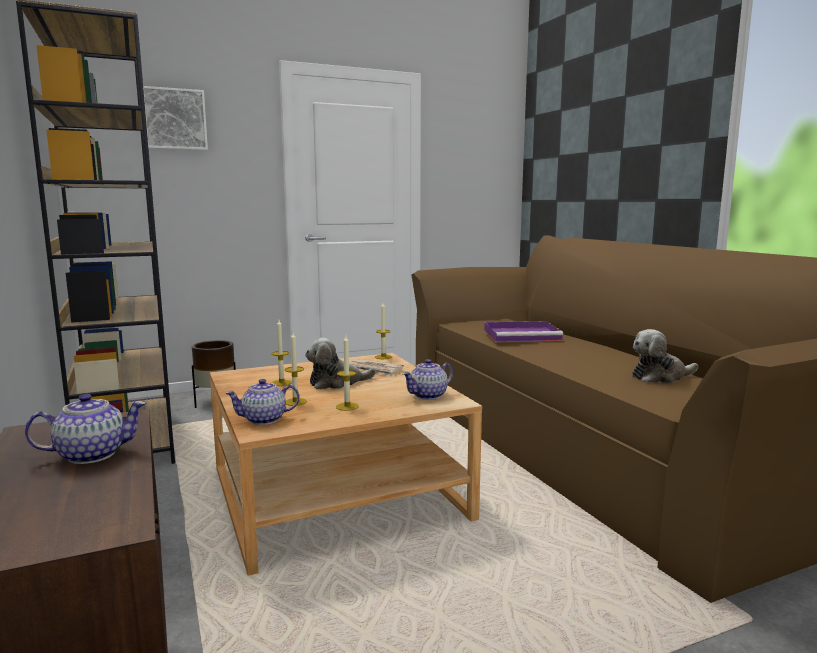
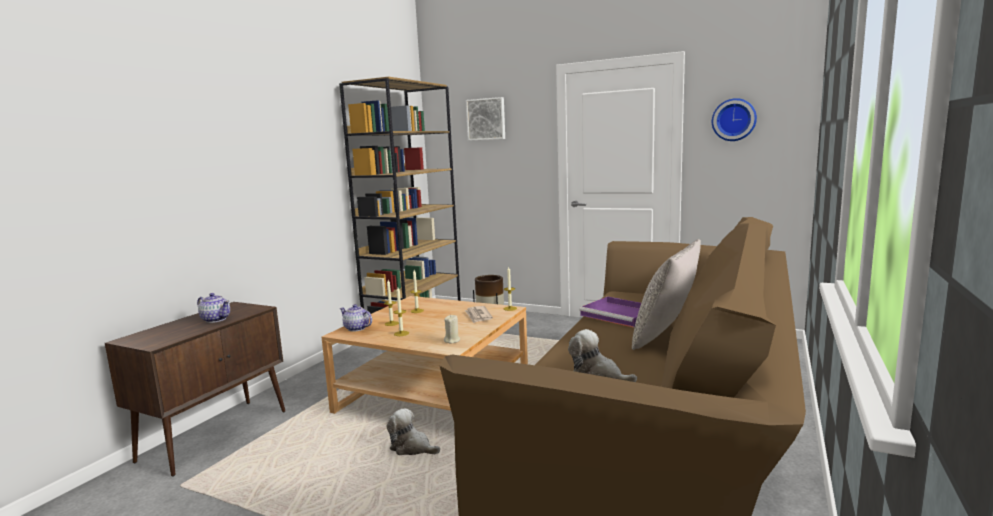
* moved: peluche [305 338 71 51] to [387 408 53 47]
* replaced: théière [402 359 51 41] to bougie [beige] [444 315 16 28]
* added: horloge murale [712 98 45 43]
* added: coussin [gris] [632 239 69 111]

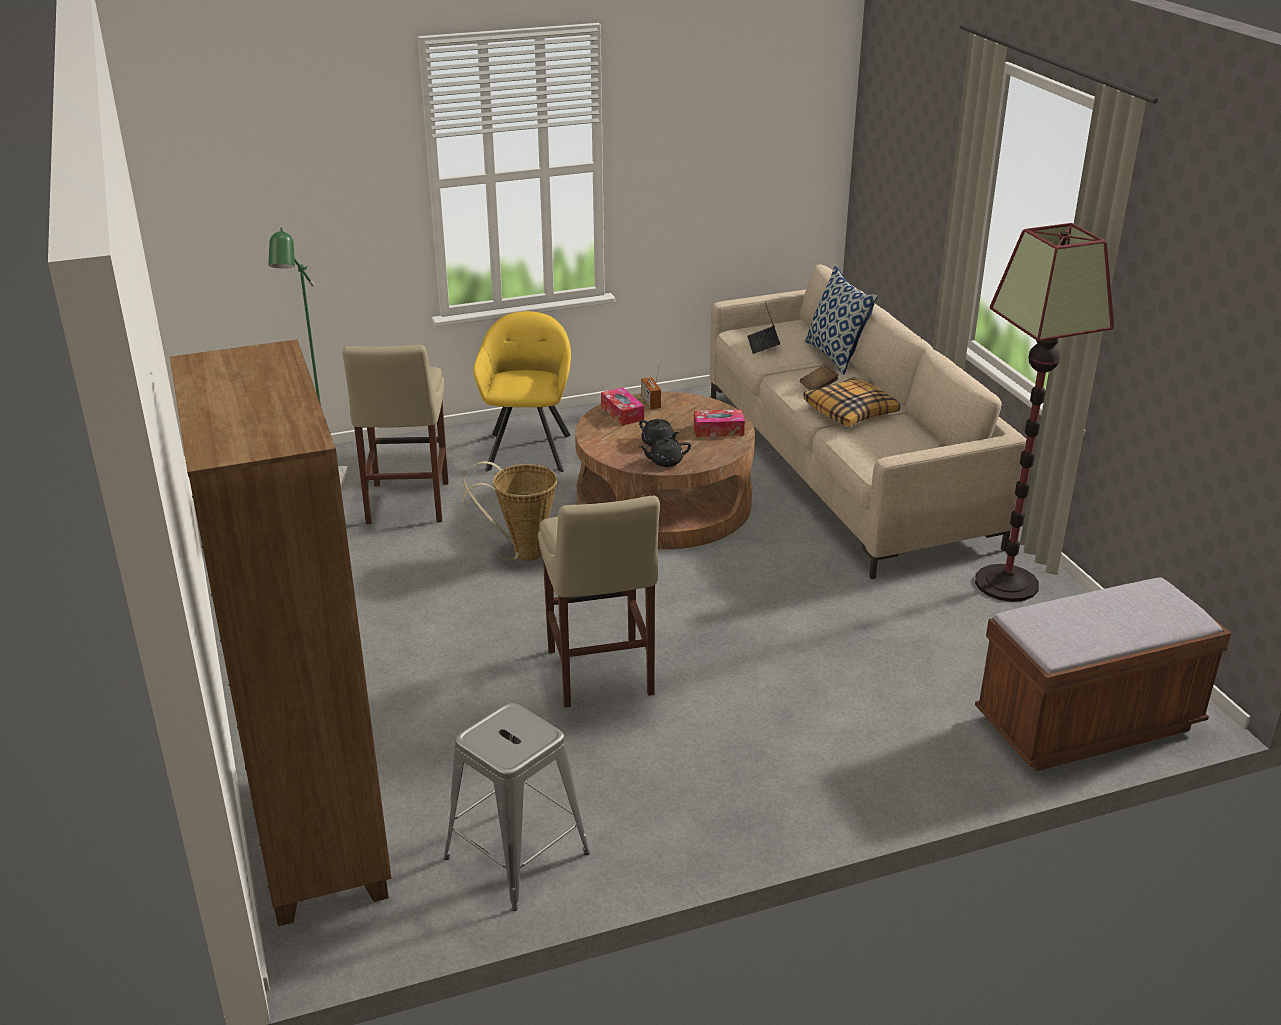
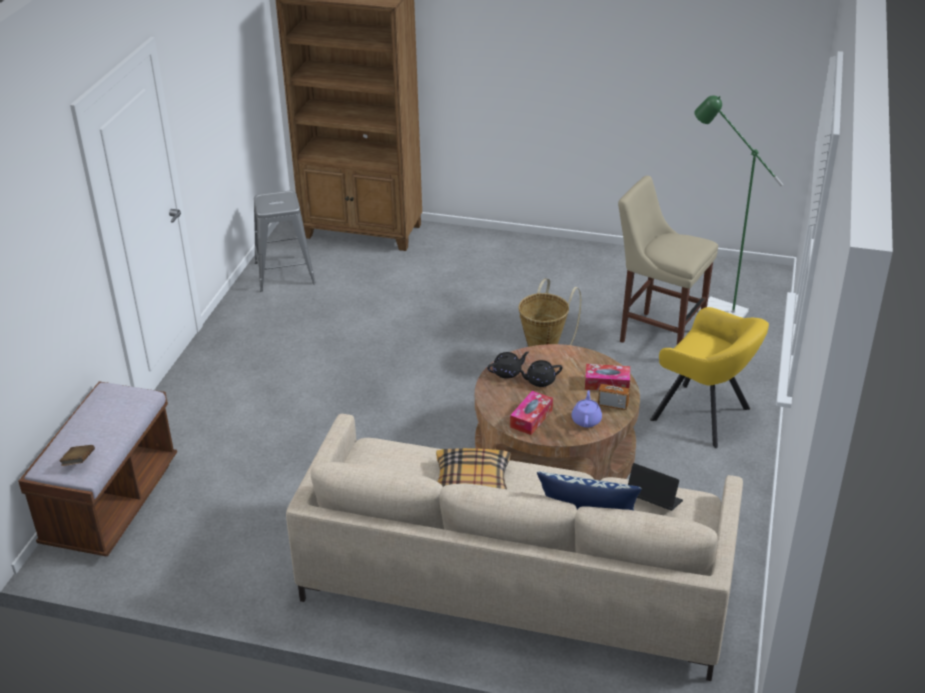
* removed: lampadaire [975 223 139 379]
* moved: livre [marron] [800 364 39 26] to [59 445 36 21]
* turned: théière [noir] [639 437 52 30] = [487 352 42 27] 45 degrees clockwise
* removed: tabouret [beige] [538 496 122 212]
* added: théière [violet] [572 390 30 37]

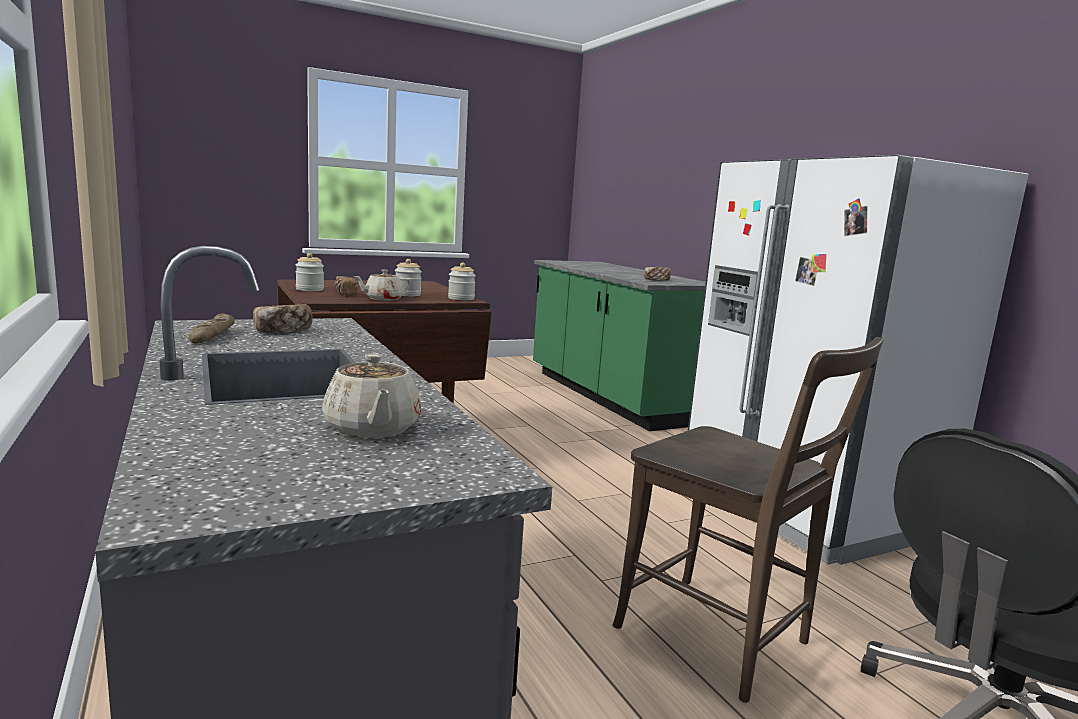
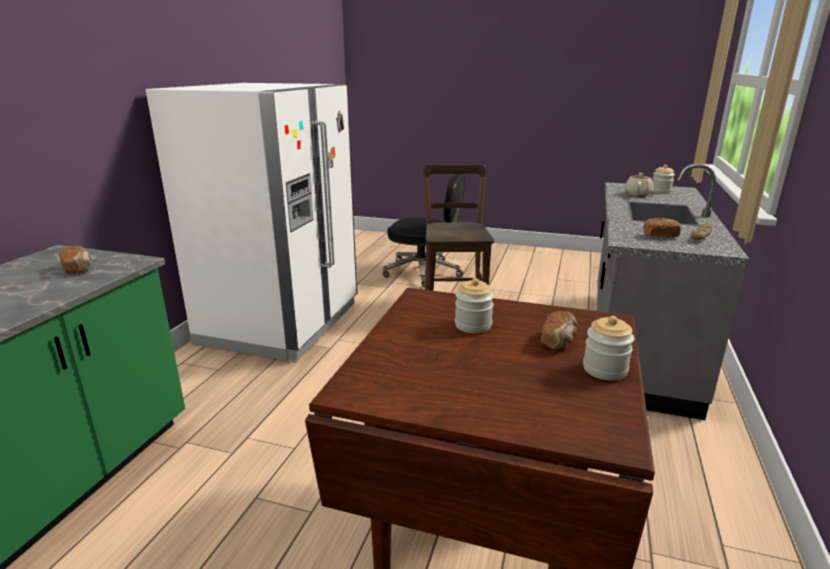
* moved: bocal [448 262 28 38] to [652 165 23 29]
* removed: théière [beige] [354 270 57 31]

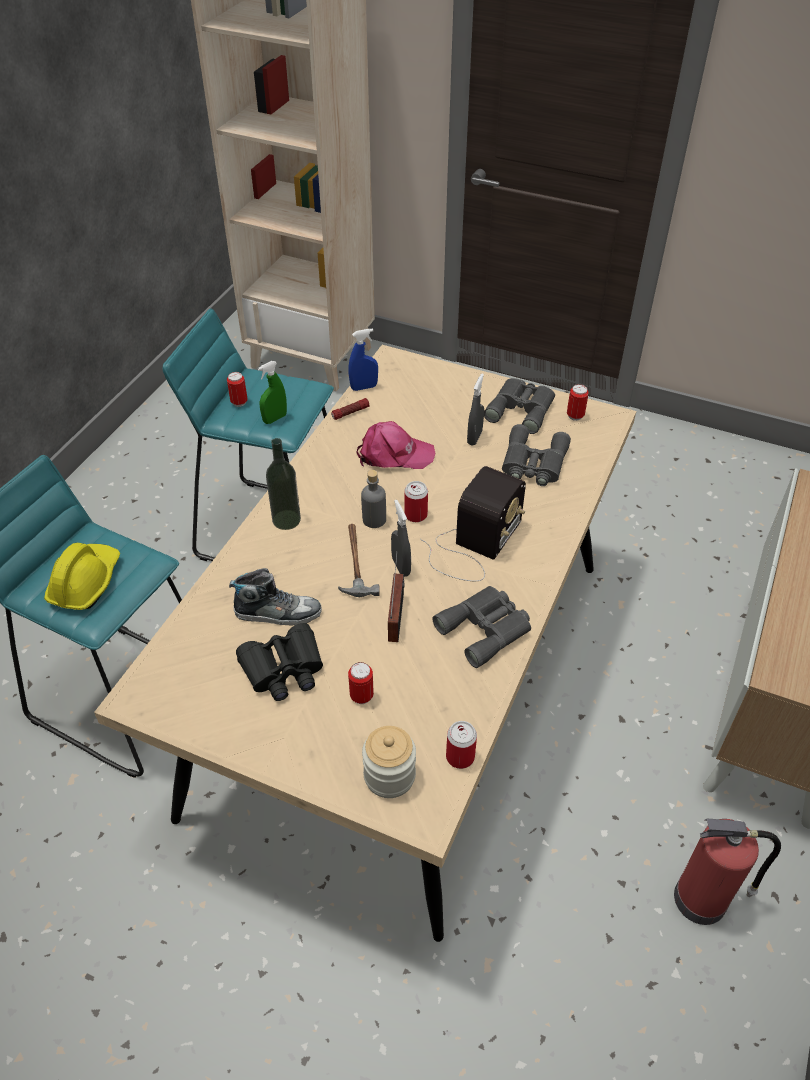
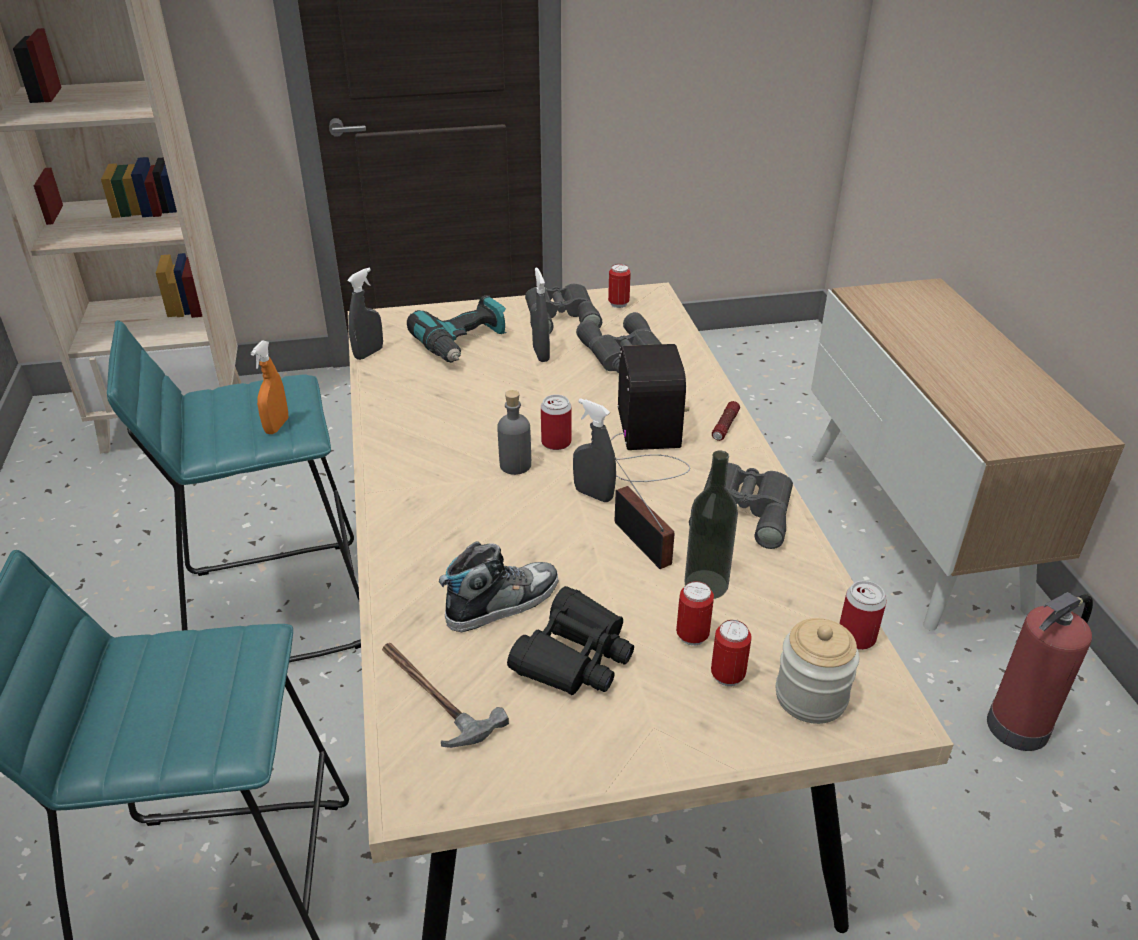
* recoloured: vaporisateur [bleu] [348 328 30 63] to vaporisateur [gris] [347 267 36 93]
* recoloured: vaporisateur [vert] [258 361 29 63] to vaporisateur [orange] [251 341 37 93]
* moved: boîte métallique [227 372 21 35] to [711 620 41 66]
* moved: lampe de poche [331 398 38 22] to [712 401 28 40]
* removed: casquette [rose] [356 421 80 48]
* moved: bouteille [266 438 35 92] to [684 450 54 149]
* moved: marteau [338 524 42 73] to [382 643 127 105]
* removed: casque de chantier [jaune] [44 543 76 67]
* added: perceuse [407 295 99 68]

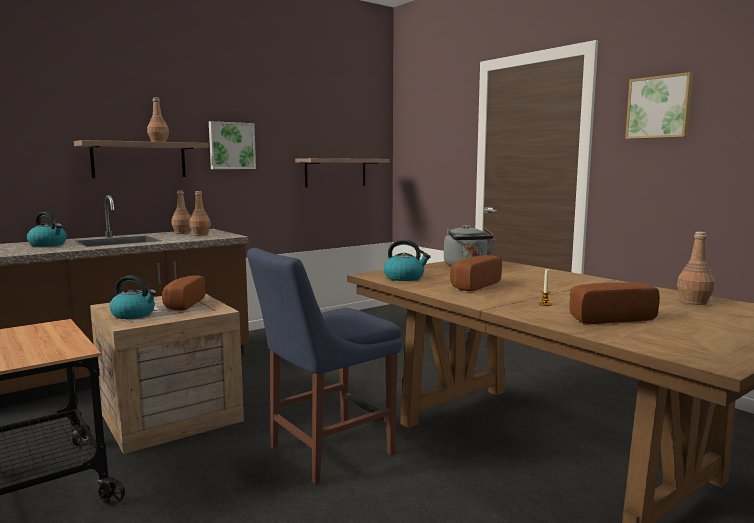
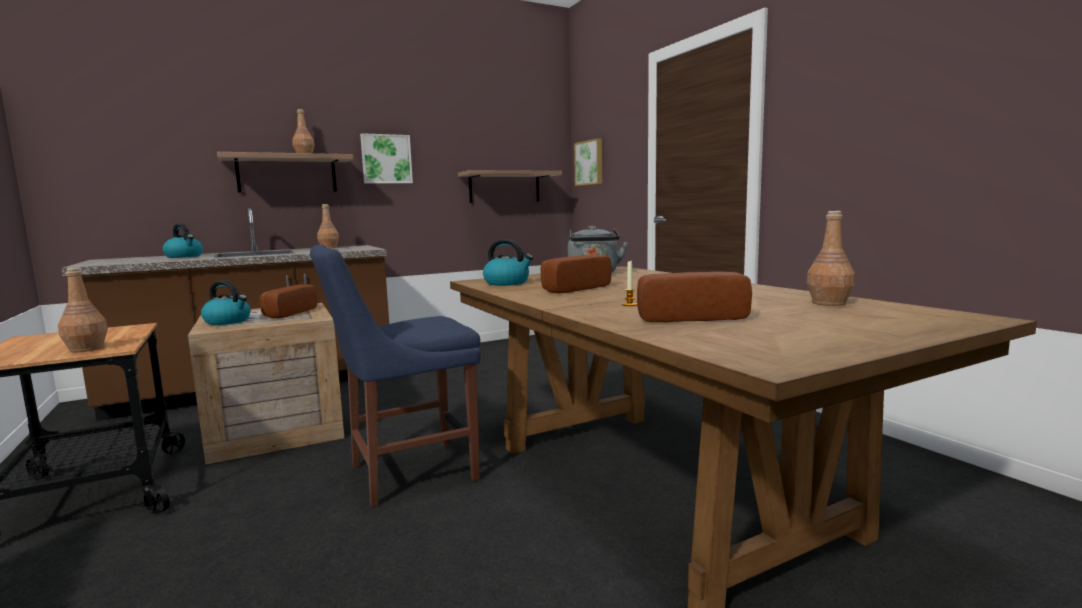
* moved: tableau [625 72 68 67] to [574 138 28 48]
* moved: bouteille [marron] [189 191 22 45] to [58 268 50 84]

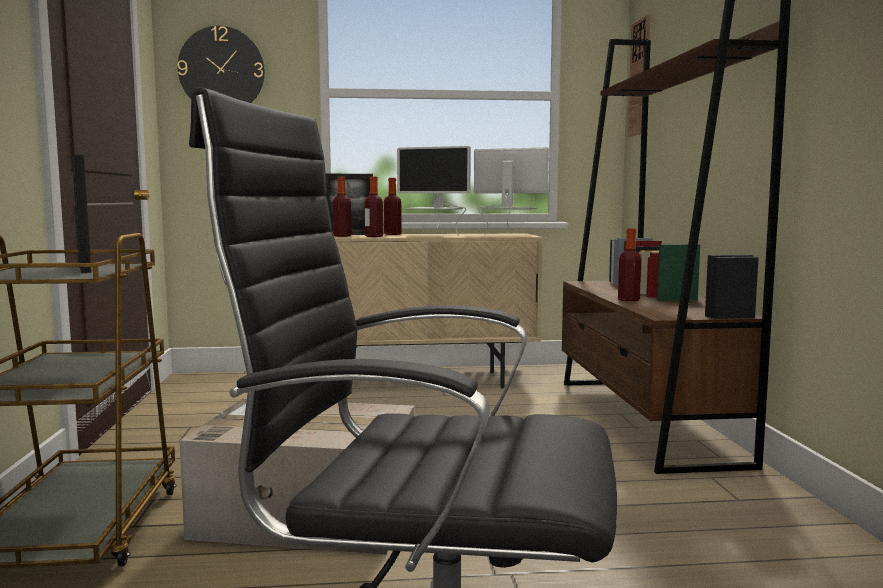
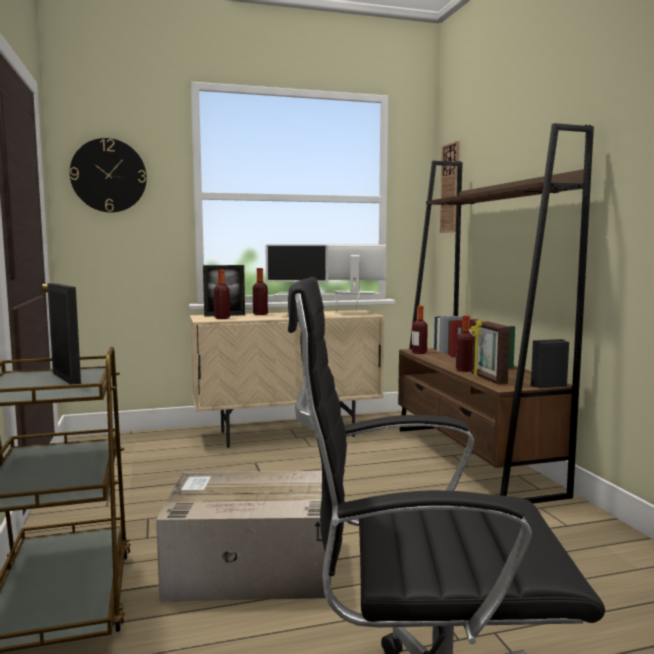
* moved: bouteille [365 176 19 61] to [412 306 16 48]
* added: cadre photo [471 320 39 65]

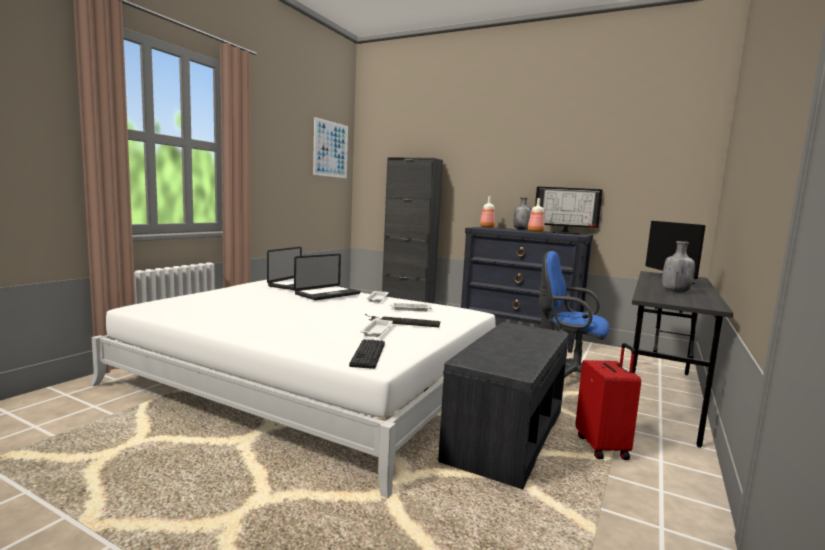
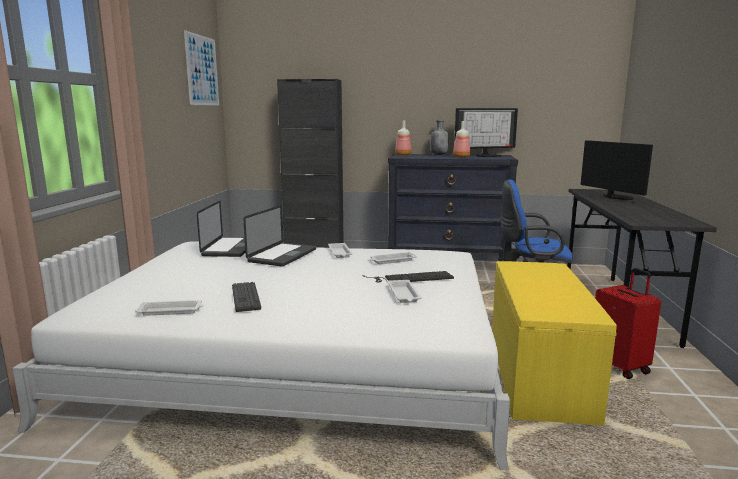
* removed: bouteille [gris] [662 241 33 51]
* recoloured: banc [gris] [438 322 131 167] to banc [jaune] [492 261 125 164]
* moved: clavier [349 339 36 30] to [232 282 29 30]
* added: plateau [blanc] [136 300 67 16]

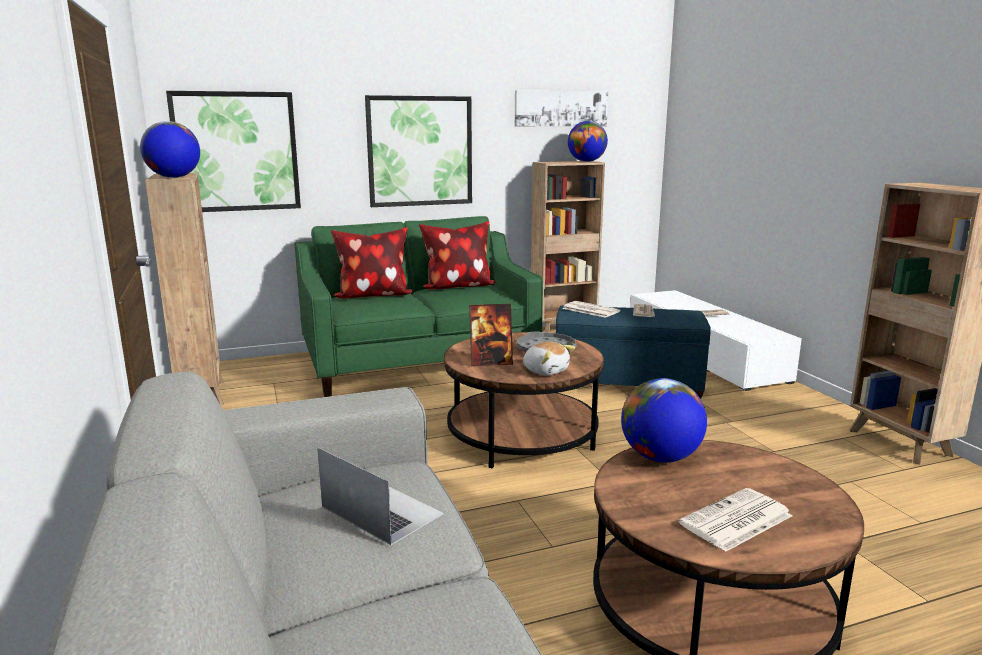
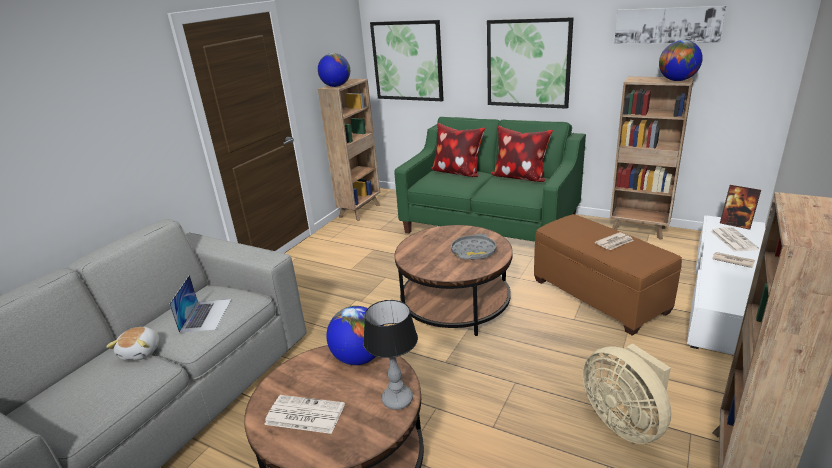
* moved: journal [562 301 58 17] to [710 227 49 25]
* moved: cadre photo [469 304 44 62] to [720 185 41 45]
* recoloured: pouf [bleu] [556 305 155 94] to pouf [marron] [534 214 148 122]
* moved: peluche [523 342 52 34] to [106 327 53 34]
* added: lampe de table [363 300 55 110]
* added: ventilateur [beige] [583 343 88 101]

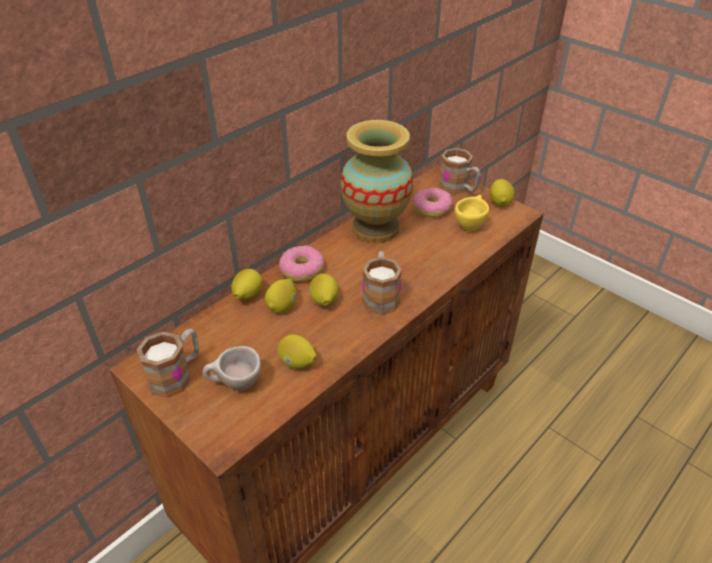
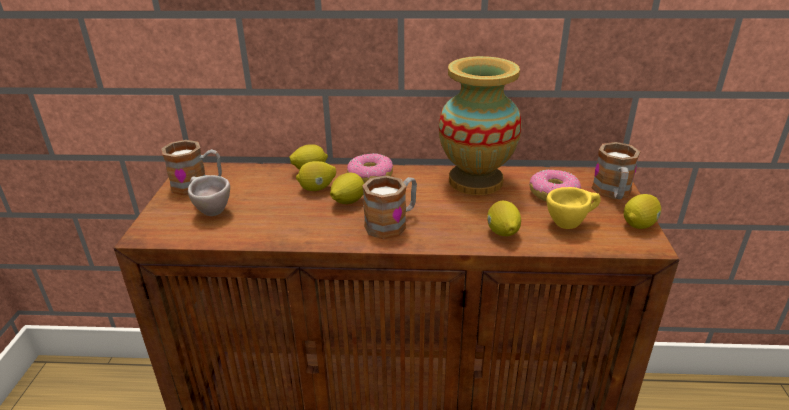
* moved: citron [277 334 40 35] to [487 200 34 36]

